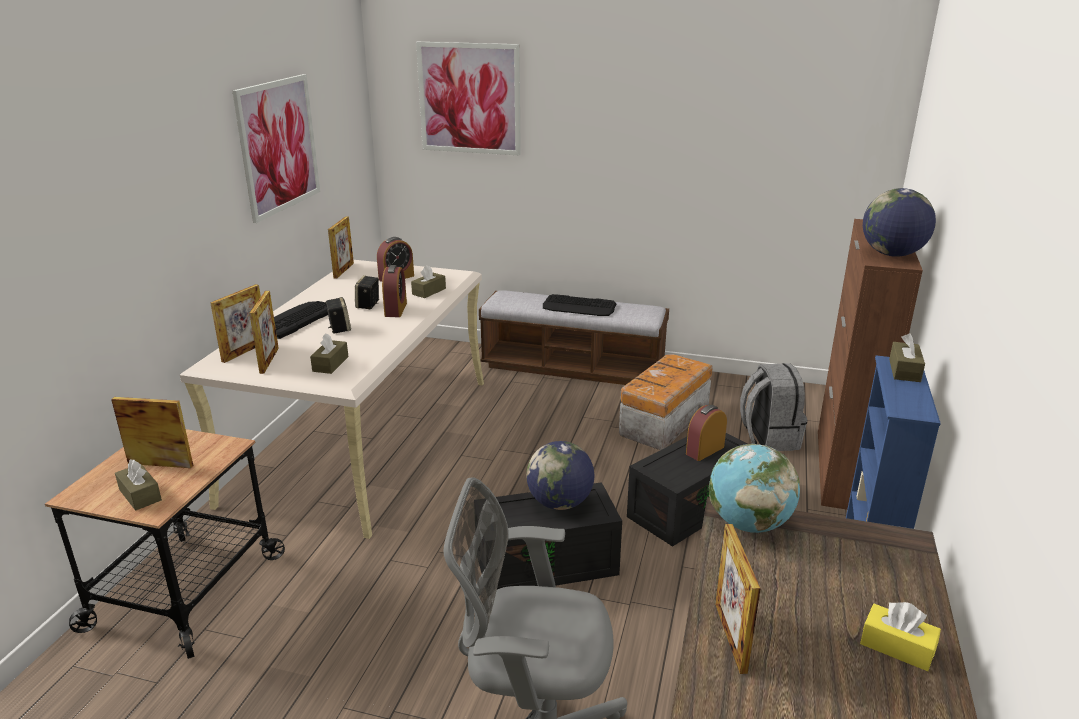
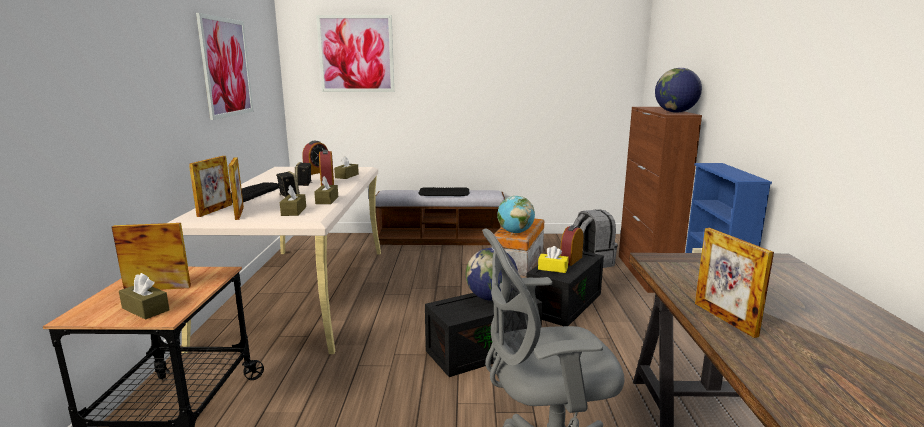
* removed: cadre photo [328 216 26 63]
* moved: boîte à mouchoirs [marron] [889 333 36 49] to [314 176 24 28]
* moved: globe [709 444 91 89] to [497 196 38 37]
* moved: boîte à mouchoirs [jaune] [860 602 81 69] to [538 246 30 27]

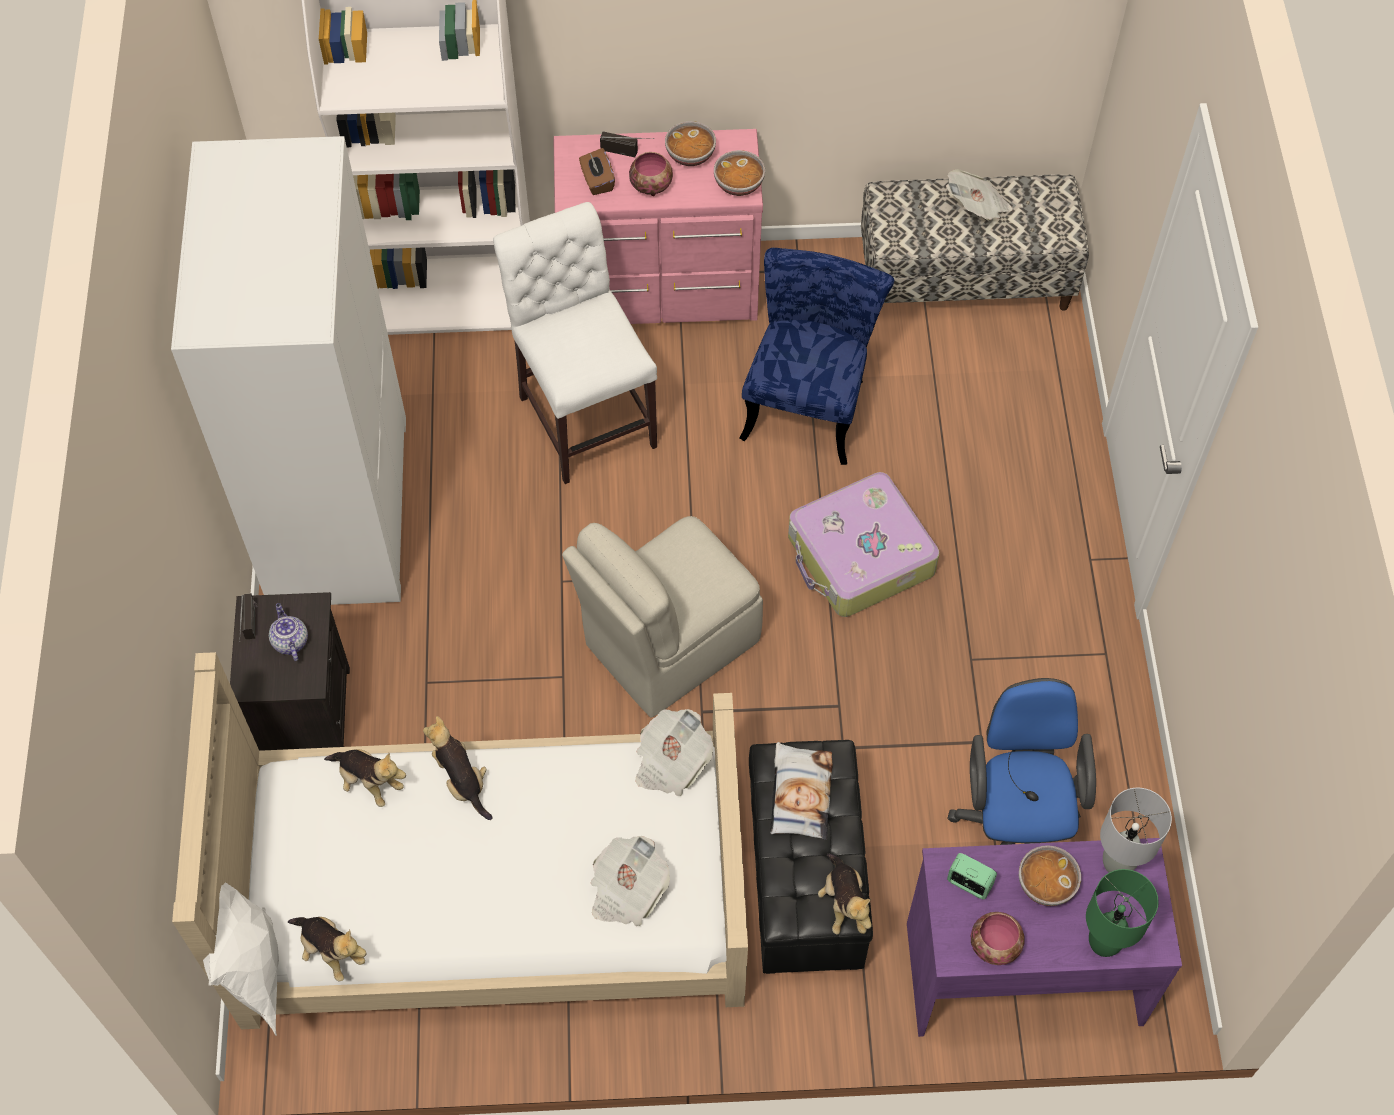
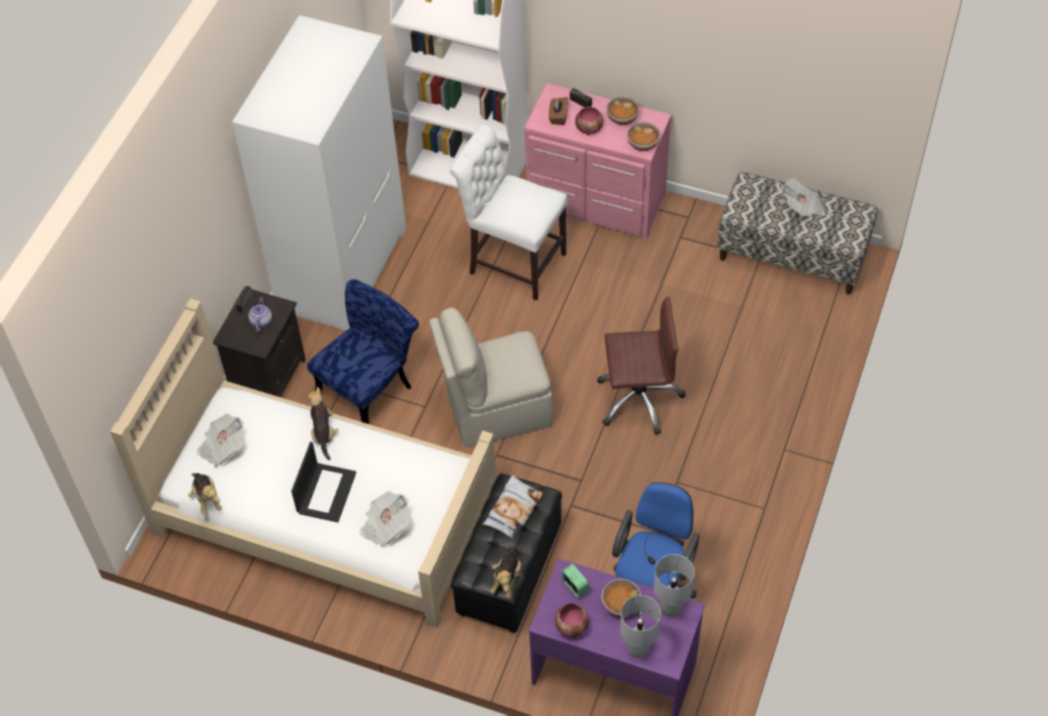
* turned: chaise [blanc] [493 202 164 282] = [450 124 117 177] 60 degrees counterclockwise
* moved: chaise [bleu] [740 248 155 217] to [307 279 112 145]
* replaced: valise [788 472 151 145] to chaise de bureau [marron] [597 296 88 139]
* moved: journal [635 709 78 87] to [197 414 48 53]
* removed: peluche [324 749 82 58]
* recoloured: lampe de table [vert] [1086 869 73 88] to lampe de table [gris] [620 595 41 63]
* removed: coussin [blanc] [203 882 76 154]
* added: ordinateur portable [291 442 65 80]

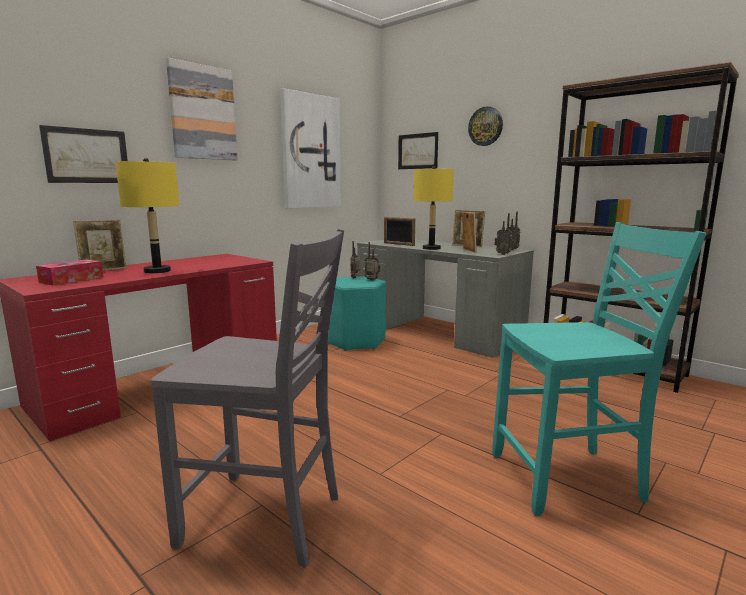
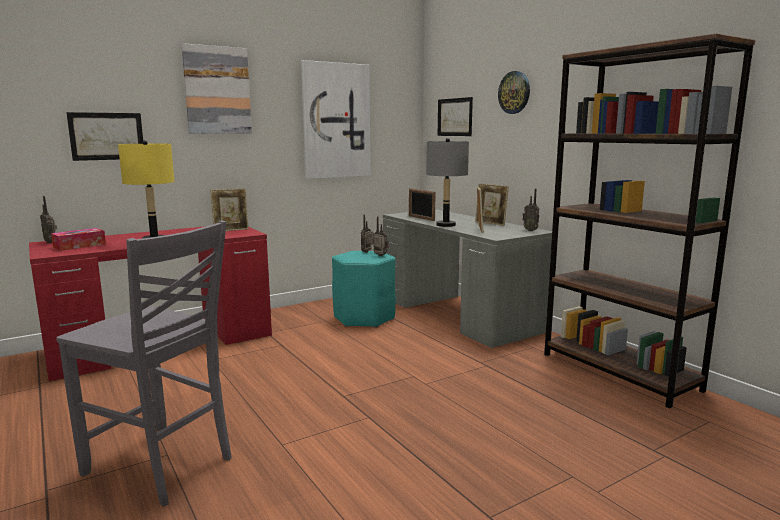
* recoloured: lampe de table [jaune] [414 166 40 84] to lampe de table [gris] [426 138 43 89]
* moved: radio [494 213 19 42] to [40 196 17 47]
* moved: cadre photo [73 220 54 51] to [210 188 39 43]
* removed: chaise [turquoise] [492 222 214 294]

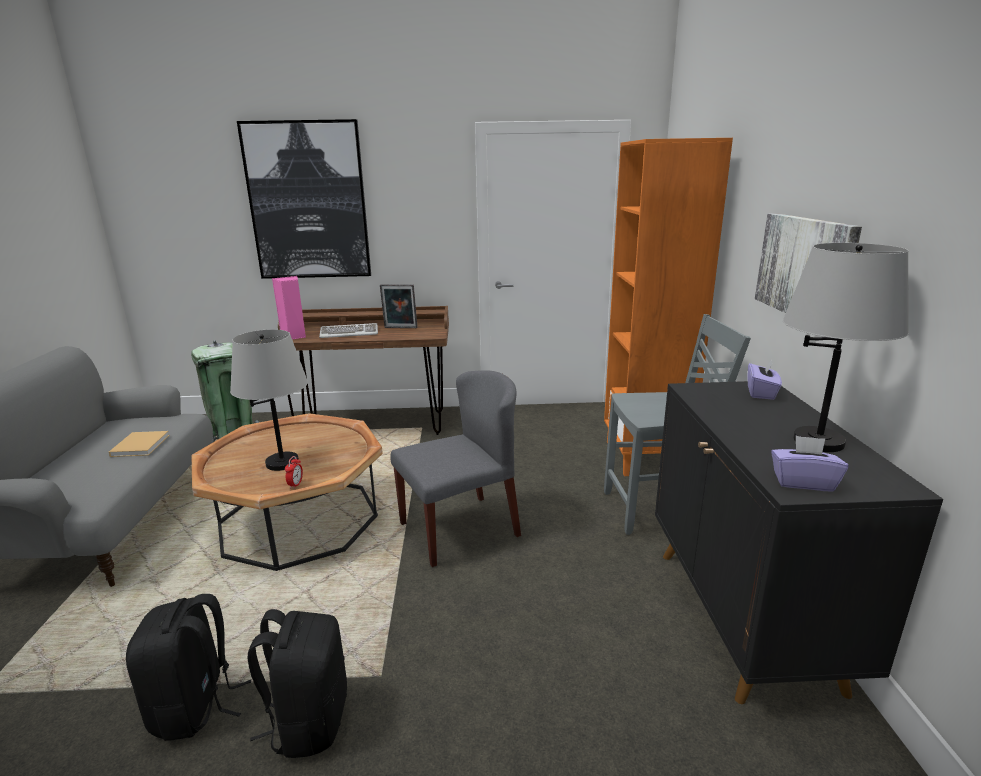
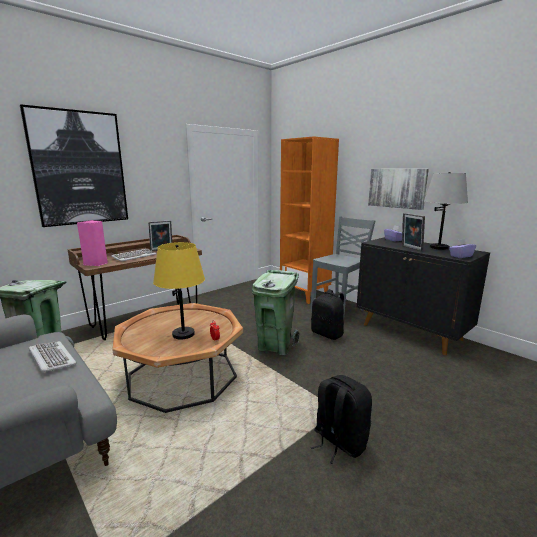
* recoloured: lampe de table [gris] [230 329 78 142] to lampe de table [jaune] [153 242 52 97]
* replaced: chaise [gris] [390 370 131 197] to poubelle [vert] [252 270 48 85]
* replaced: livre [beige] [109 431 61 26] to clavier [29 341 48 33]
* moved: sac à dos [noir] [126 594 125 147] to [311 290 33 50]
* added: cadre photo [402 213 23 38]

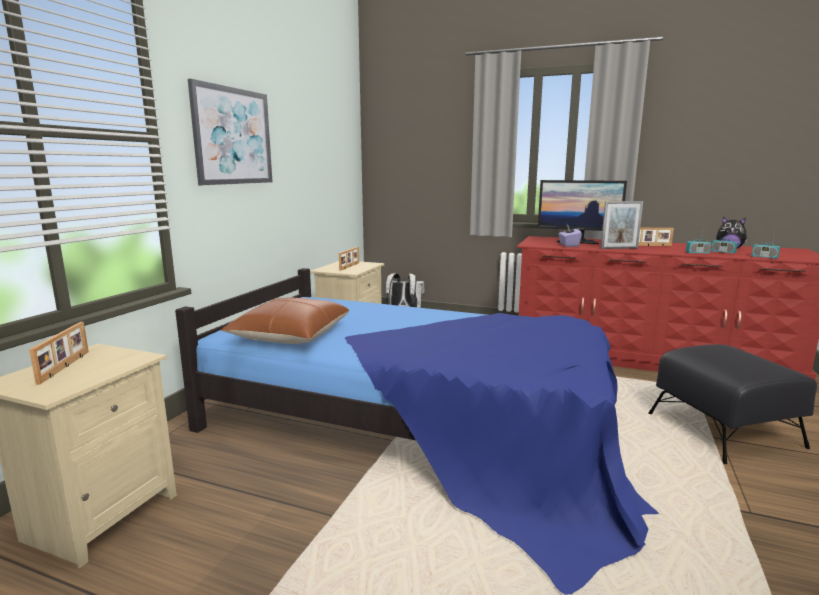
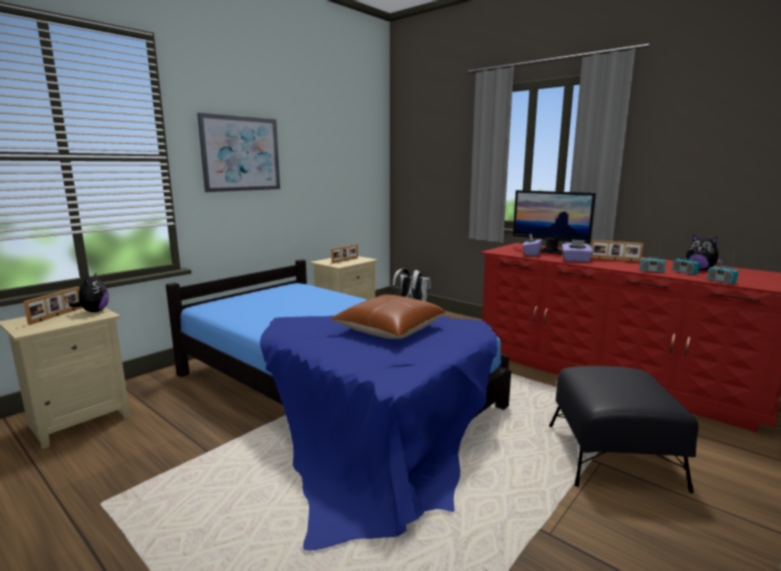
* replaced: cadre photo [601 201 42 48] to boîte à mouchoirs [violet] [562 239 31 23]
* moved: coussin [marron] [221 297 128 47] to [330 295 116 44]
* added: peluche [69 273 40 39]

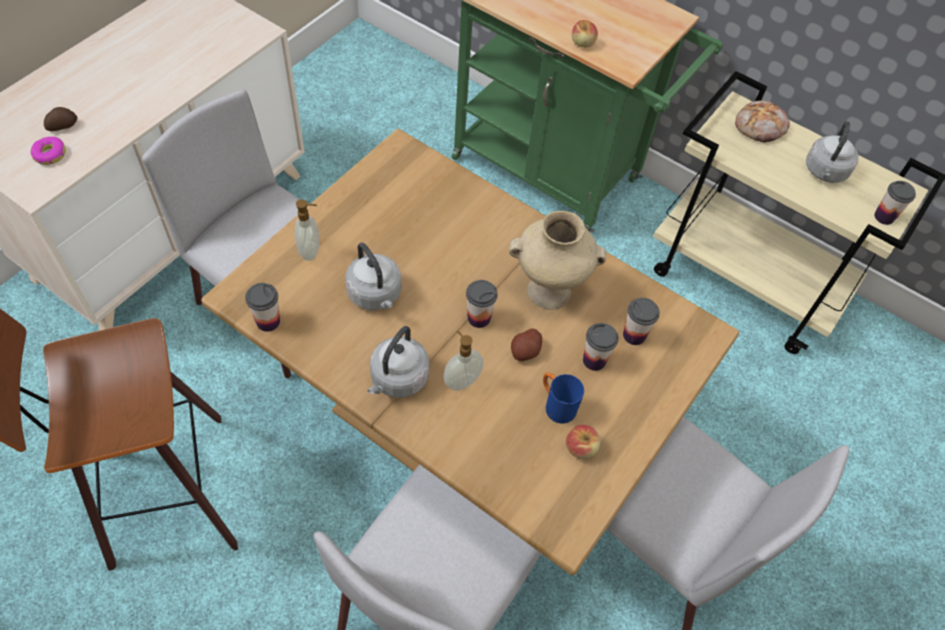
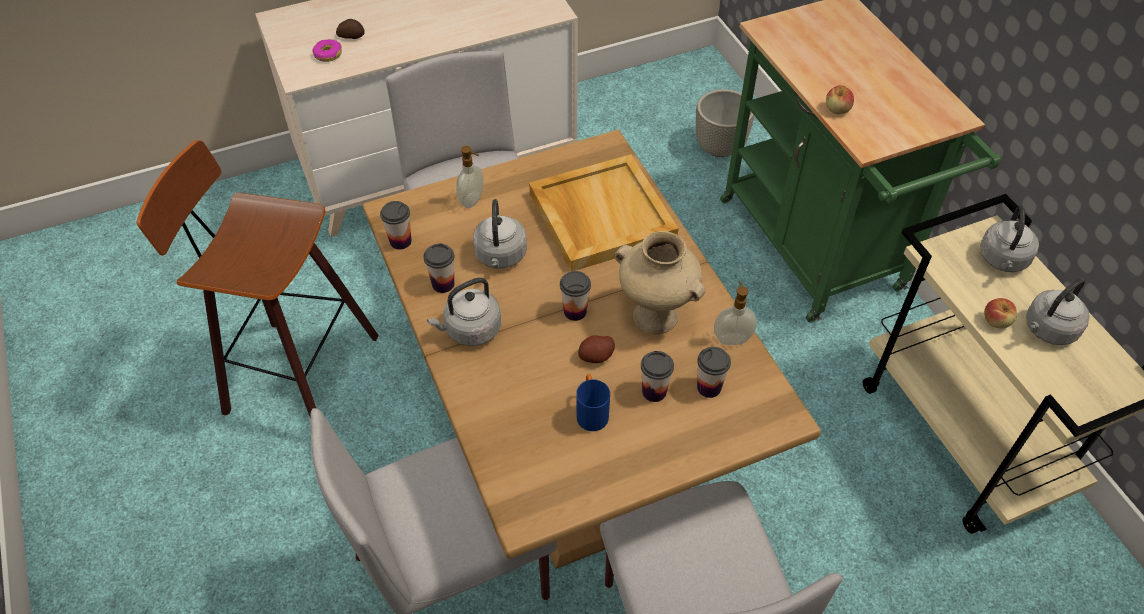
* replaced: pain [735 100 55 43] to bouilloire [gris] [980 205 59 67]
* moved: tasse [874 181 42 44] to [424 244 30 49]
* moved: distributeur de savon [444 330 39 61] to [714 281 43 64]
* moved: pomme [566 425 34 34] to [984 298 33 30]
* added: cache-pot [gris] [696 89 58 68]
* added: plateau [beige] [529 154 150 117]

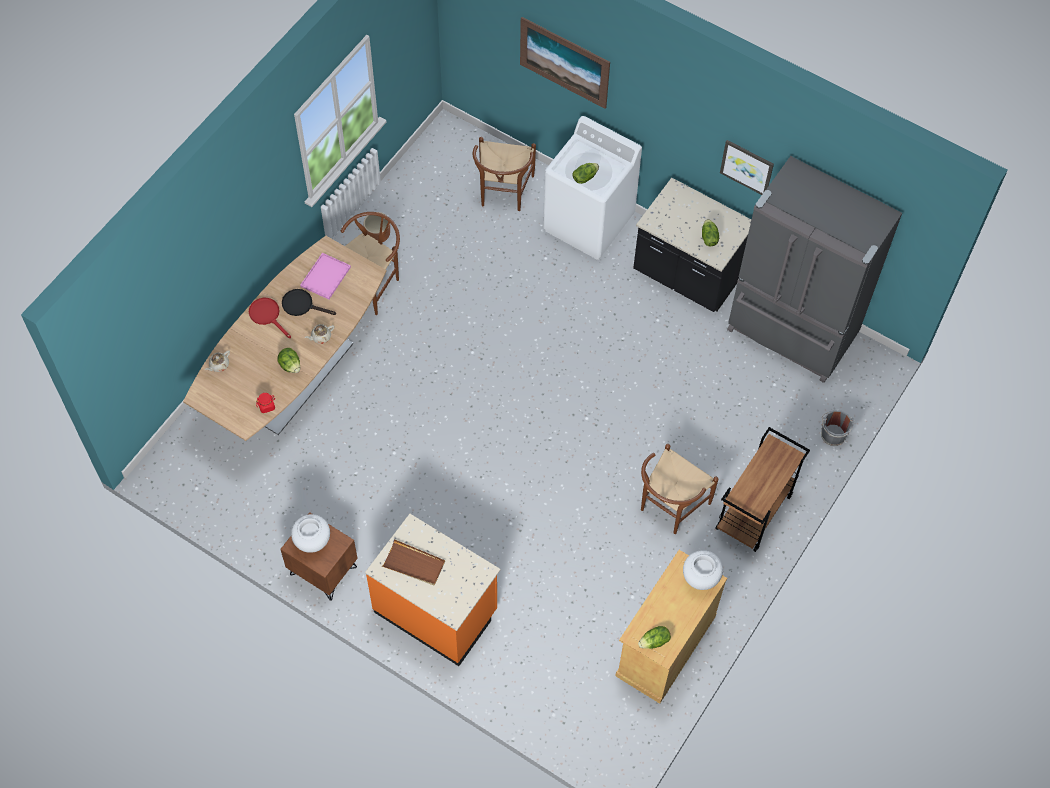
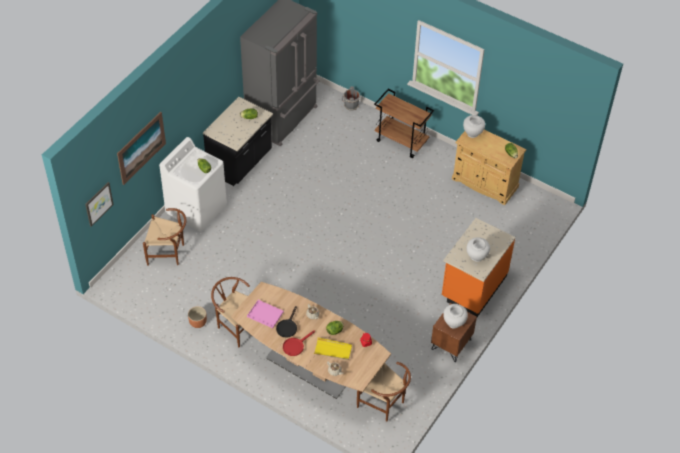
* moved: tableau [720 140 54 55] to [85 182 29 45]
* moved: chaise [marron] [641 444 77 90] to [357 362 54 60]
* replaced: plateau [marron] [382 539 63 46] to vase [blanc] [467 237 23 25]
* added: plateau [jaune] [314 337 38 23]

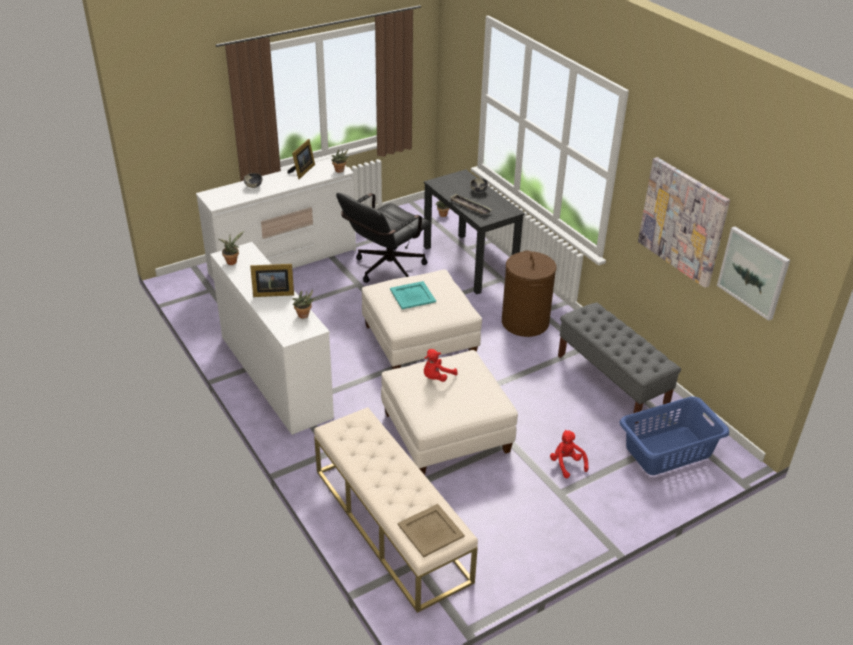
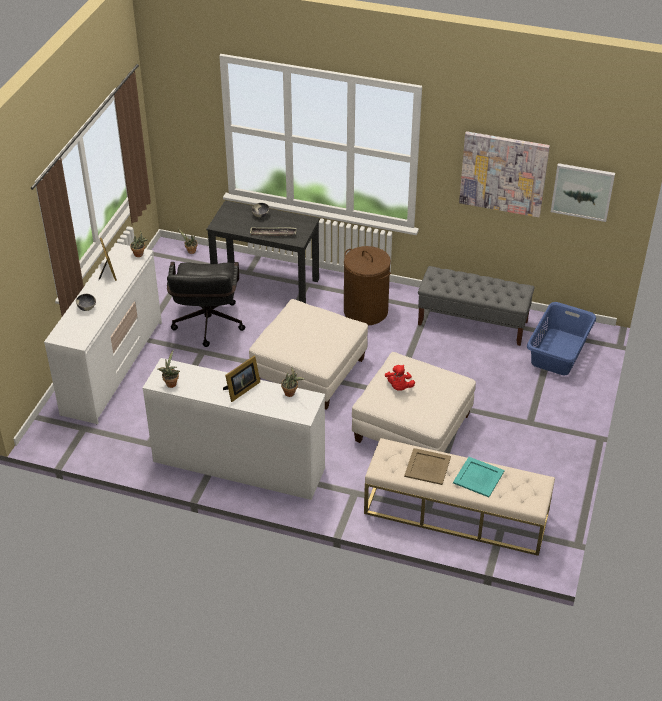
* moved: plateau [turquoise] [390 281 46 28] to [453 457 51 40]
* removed: peluche [rouge] [550 430 38 48]
* moved: plateau [beige] [398 504 67 53] to [404 448 47 37]

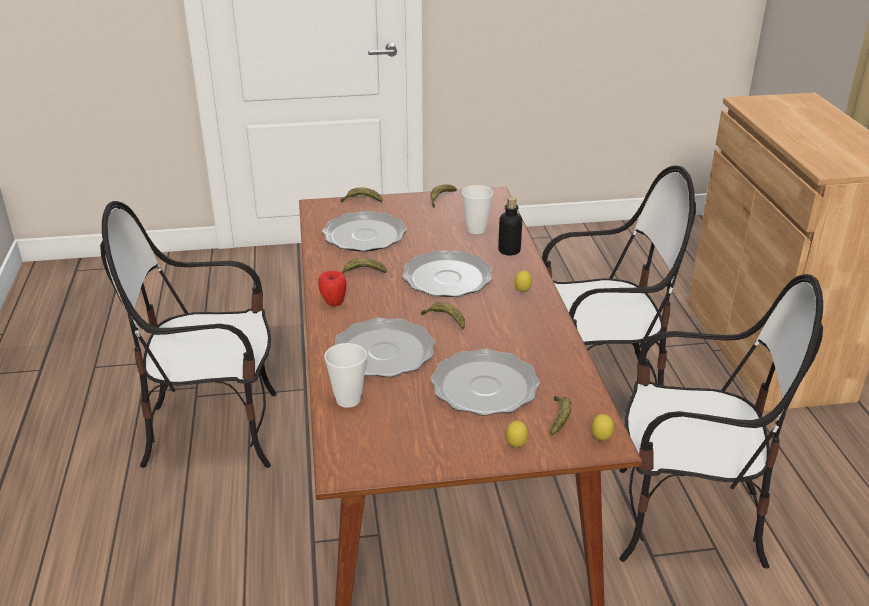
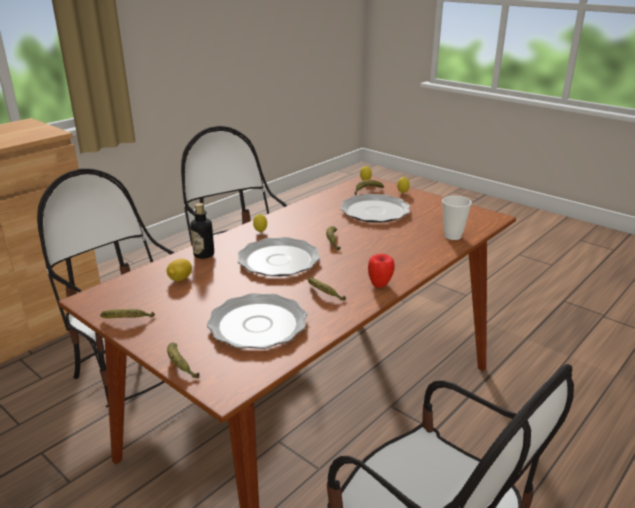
* replaced: tasse [462 185 31 49] to citron [166 259 26 22]
* removed: assiette [334 318 101 59]

